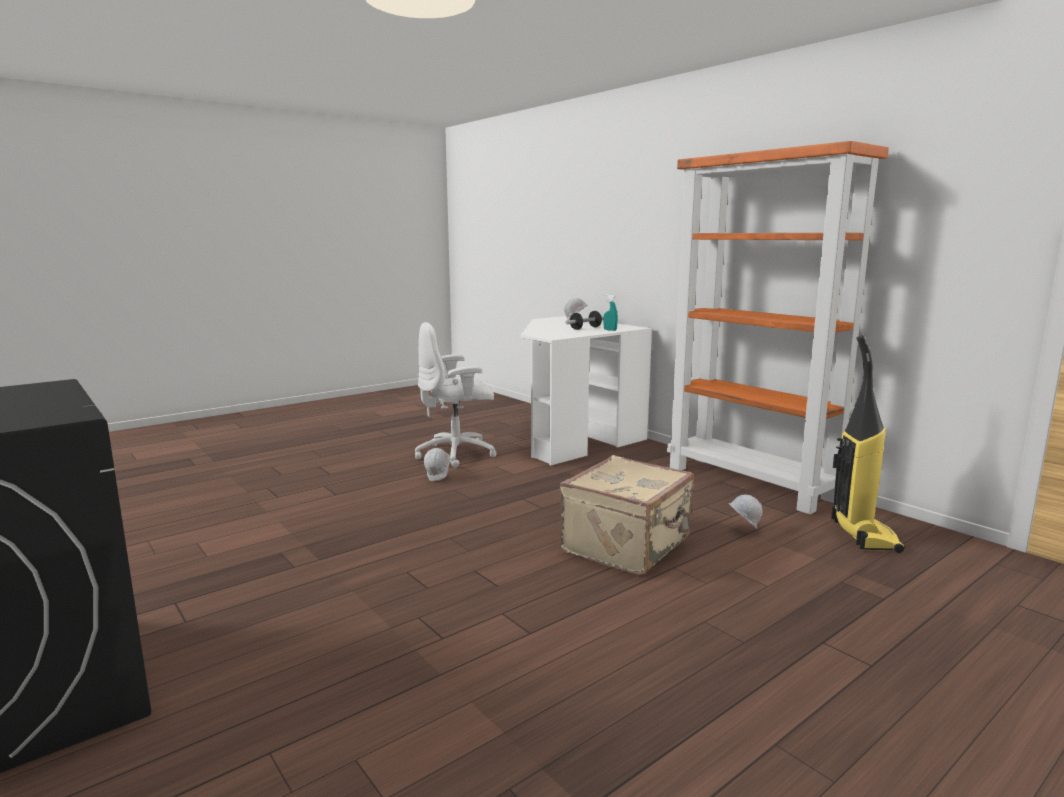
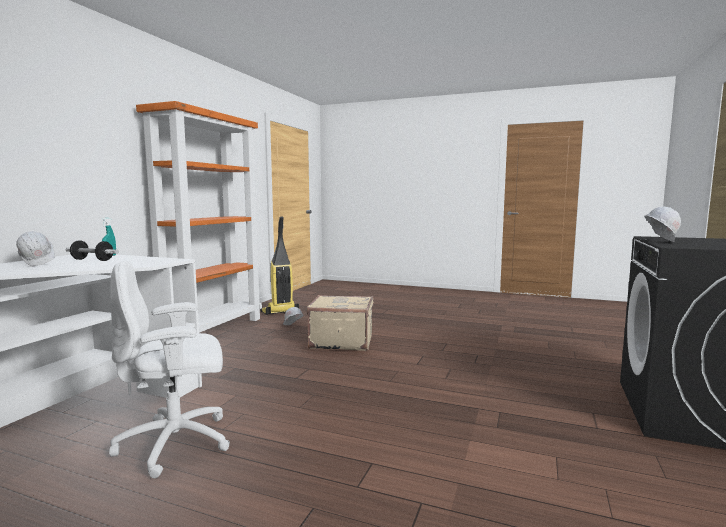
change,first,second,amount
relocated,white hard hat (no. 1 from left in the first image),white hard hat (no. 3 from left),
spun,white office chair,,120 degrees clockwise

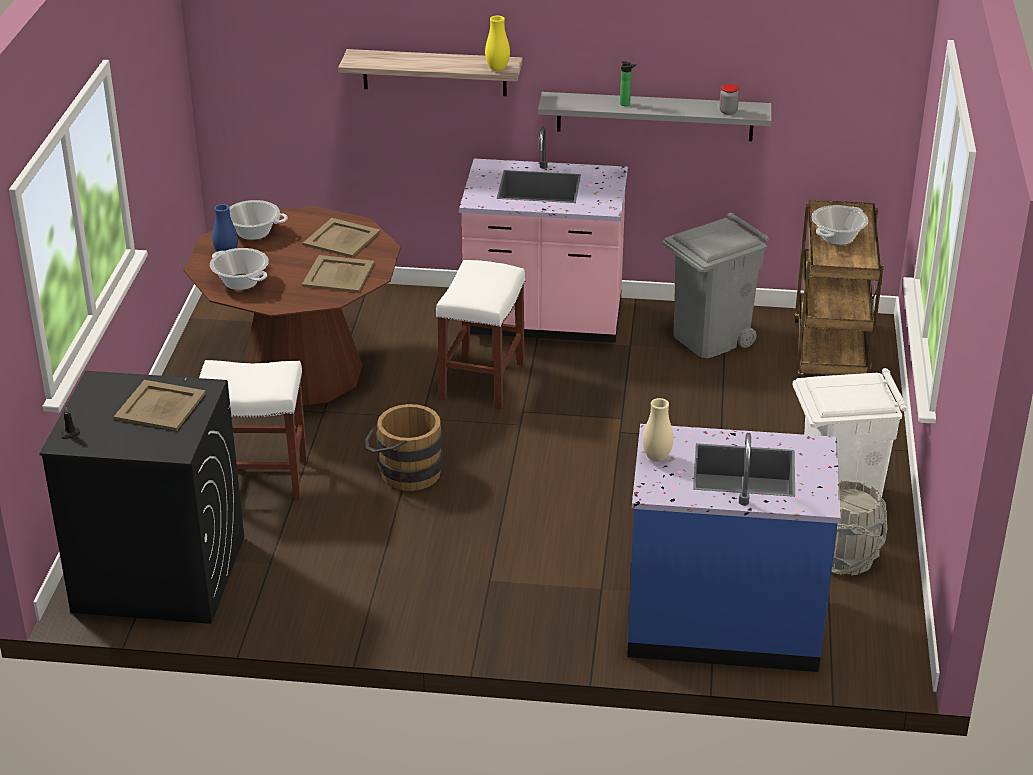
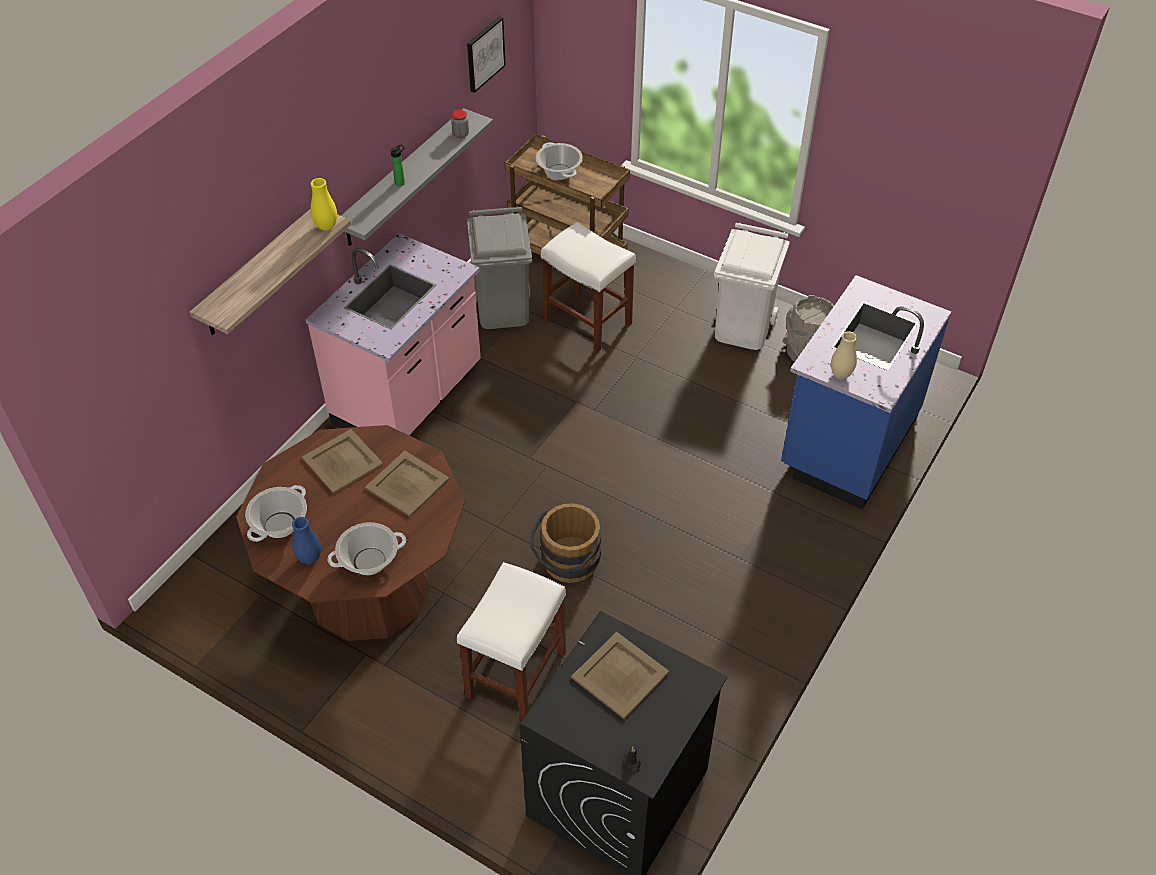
change,first,second,amount
appeared,,picture,
relocated,white stool (no. 2 from left),,

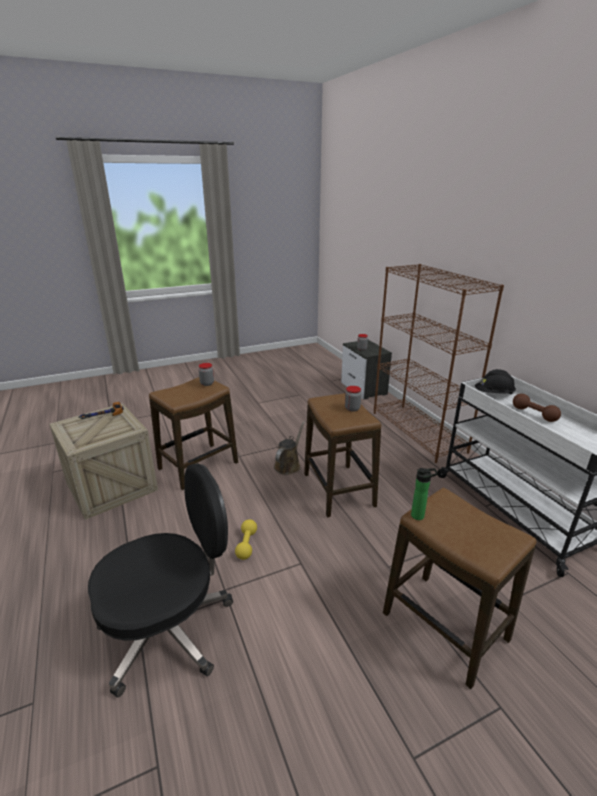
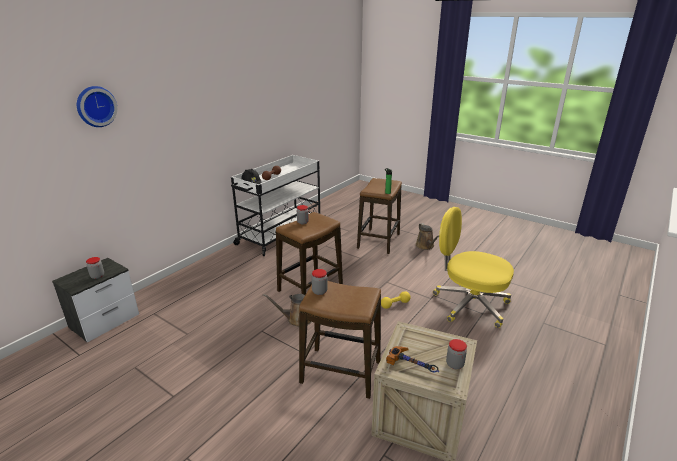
change,first,second,amount
missing,brown bookcase,,
appeared,,wall clock,
appeared,,brown watering can (no. 2 from left),
appeared,,jar (no. 4 from left),
colour,black office chair,yellow office chair,

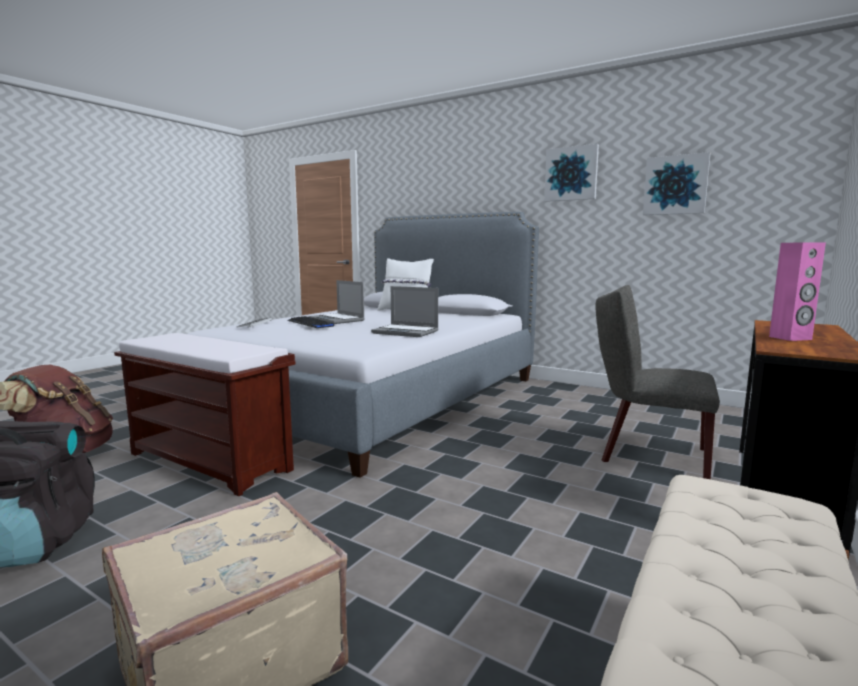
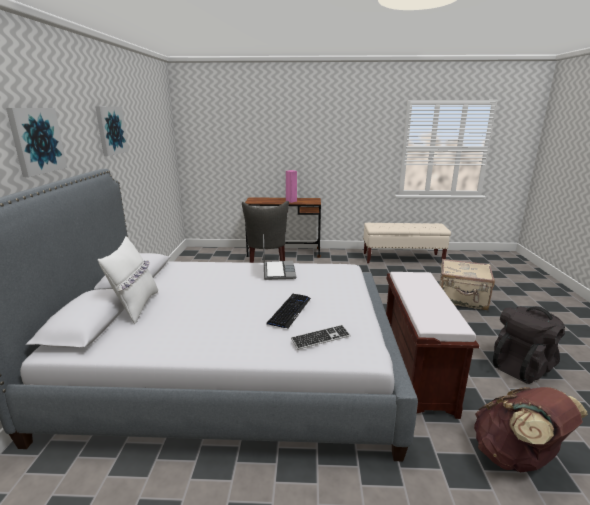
change,first,second,amount
missing,laptop (no. 1 from left),,
relocated,picture (no. 2 from left in the first image),picture (no. 1 from left),

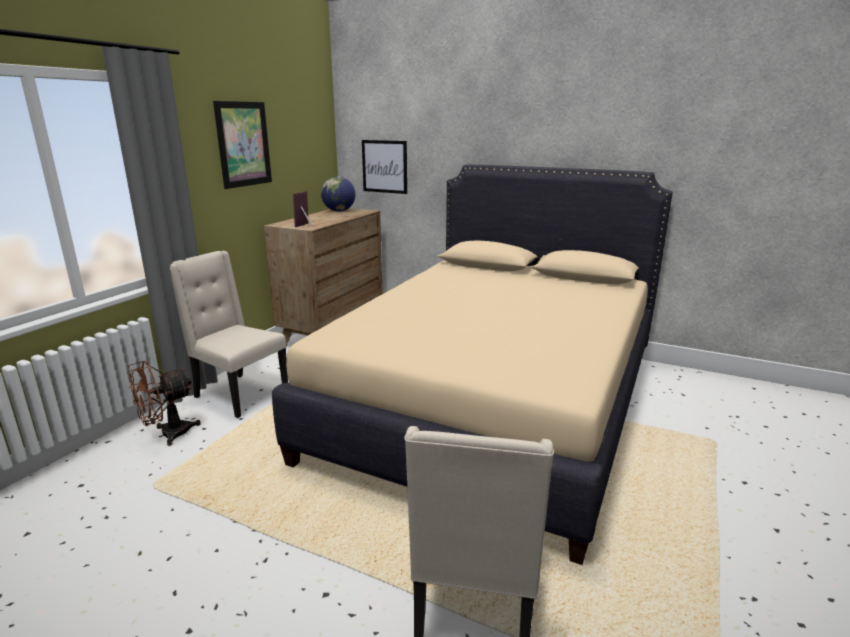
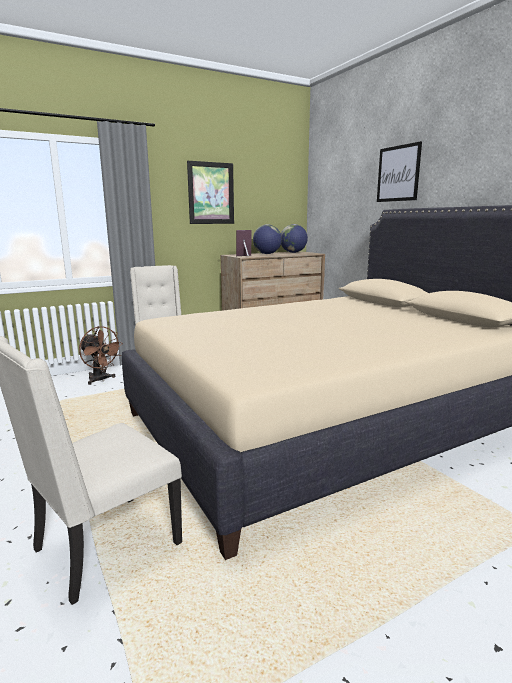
change,first,second,amount
appeared,,globe (no. 1 from left),
relocated,picture (no. 2 from left),,
spun,brown fan,,135 degrees counterclockwise

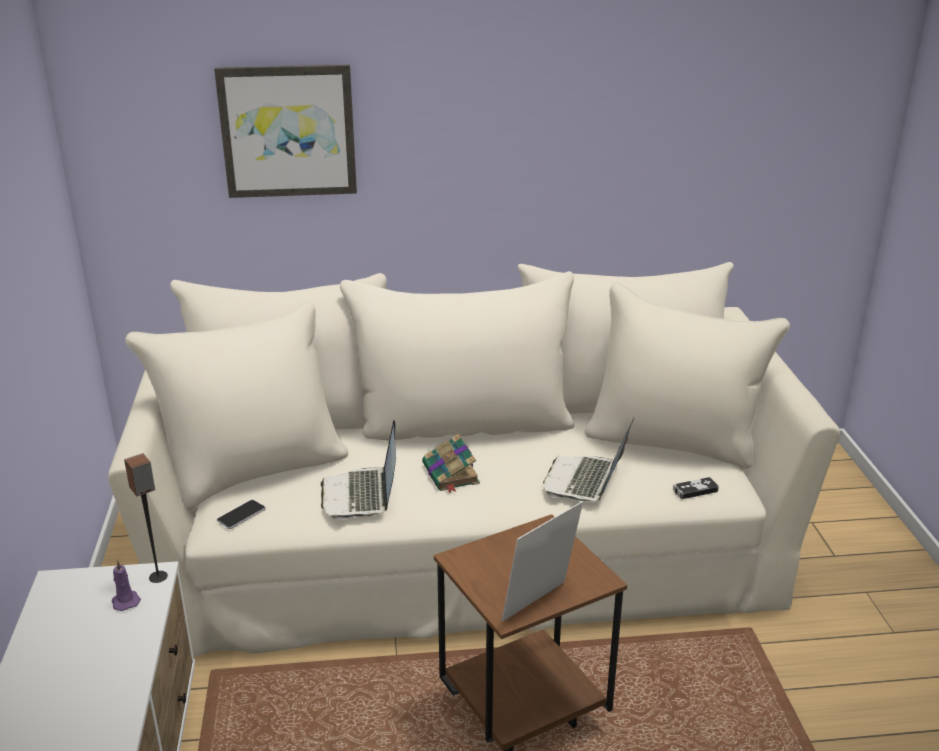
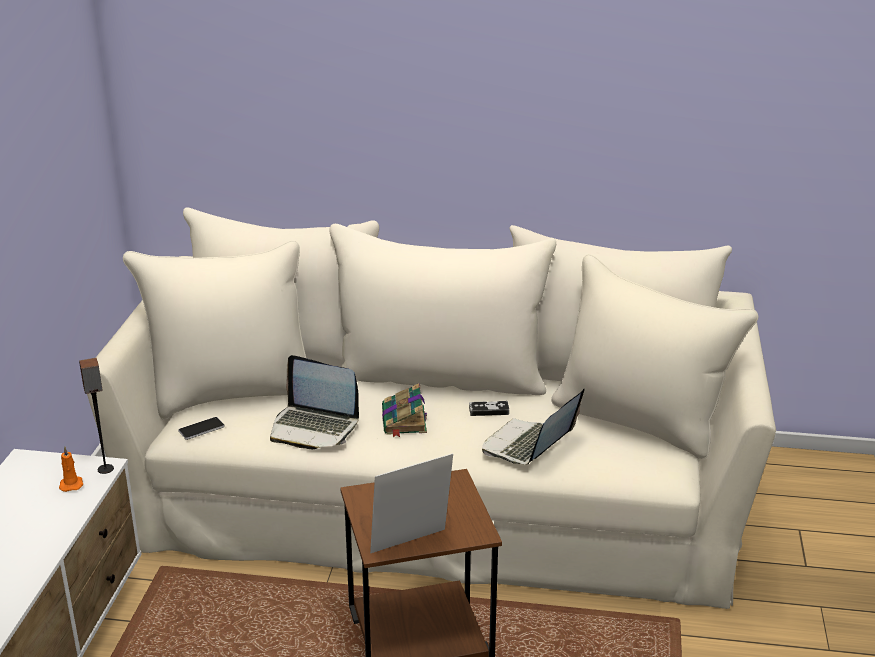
change,first,second,amount
missing,picture,,
relocated,game controller,,
colour,purple candle,orange candle,
spun,laptop (no. 1 from left),,75 degrees counterclockwise

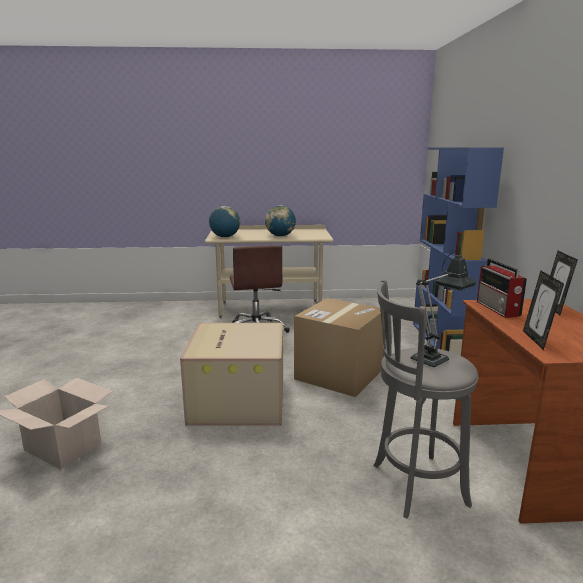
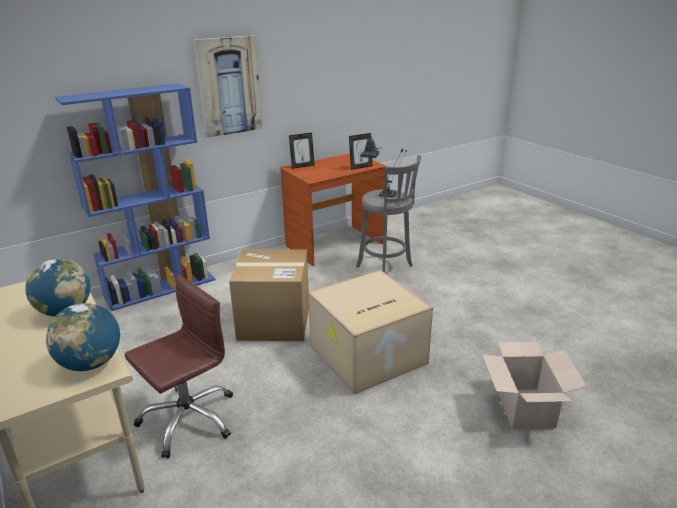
change,first,second,amount
missing,radio,,
appeared,,picture,

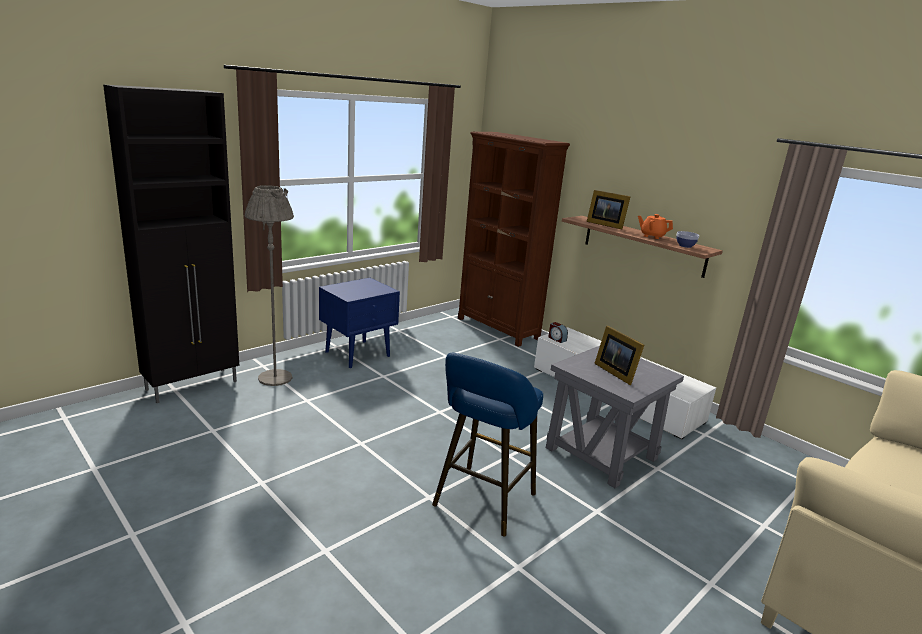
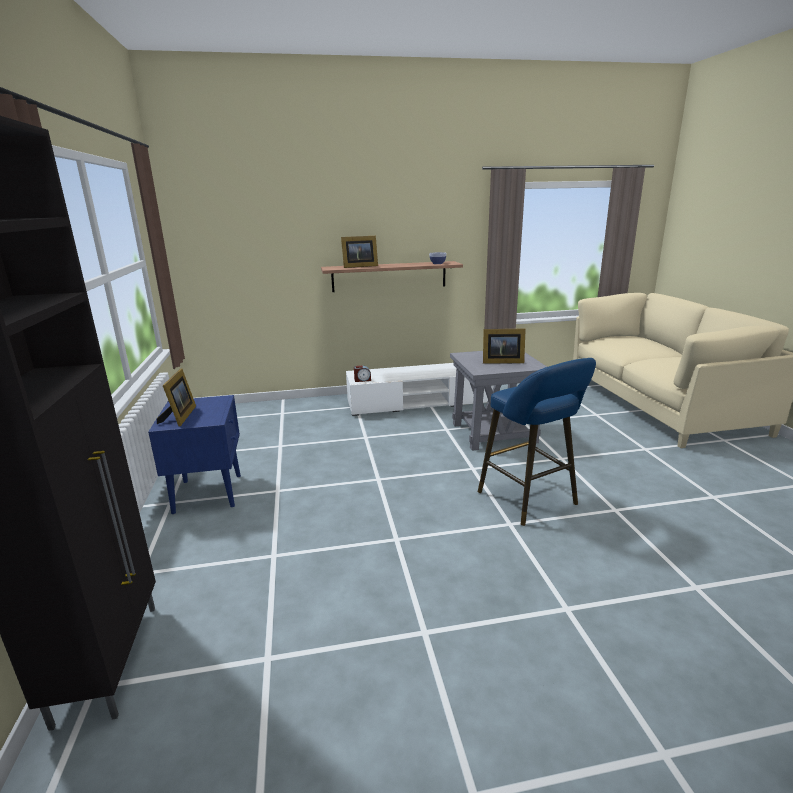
change,first,second,amount
missing,grey floor lamp,,
missing,brown bookcase,,
missing,orange teapot,,
appeared,,picture frame (no. 1 from left),

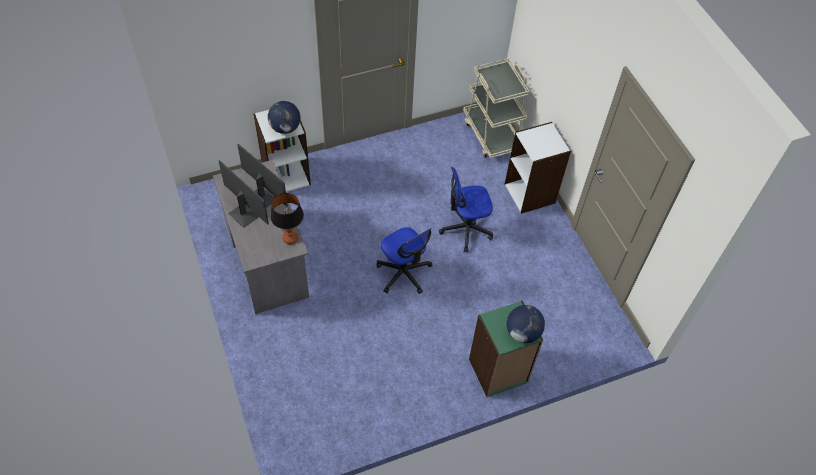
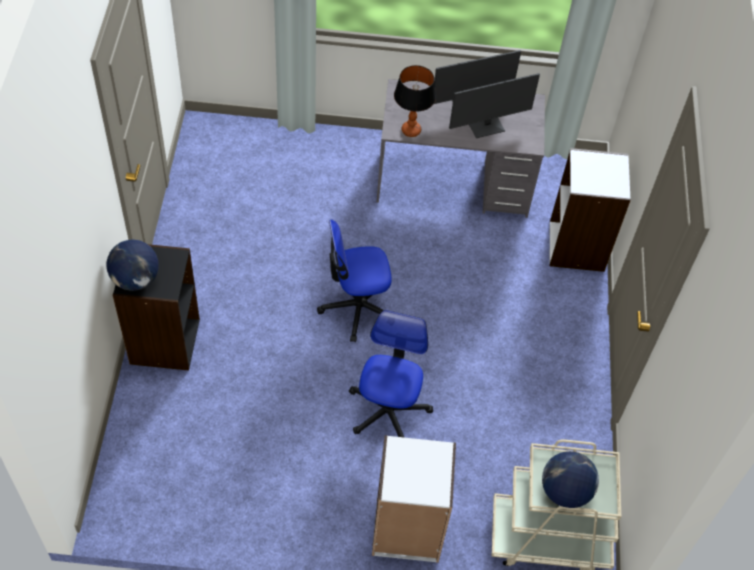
change,first,second,amount
relocated,globe (no. 1 from left in the first image),globe (no. 2 from left),
colour,green bookcase,black bookcase,

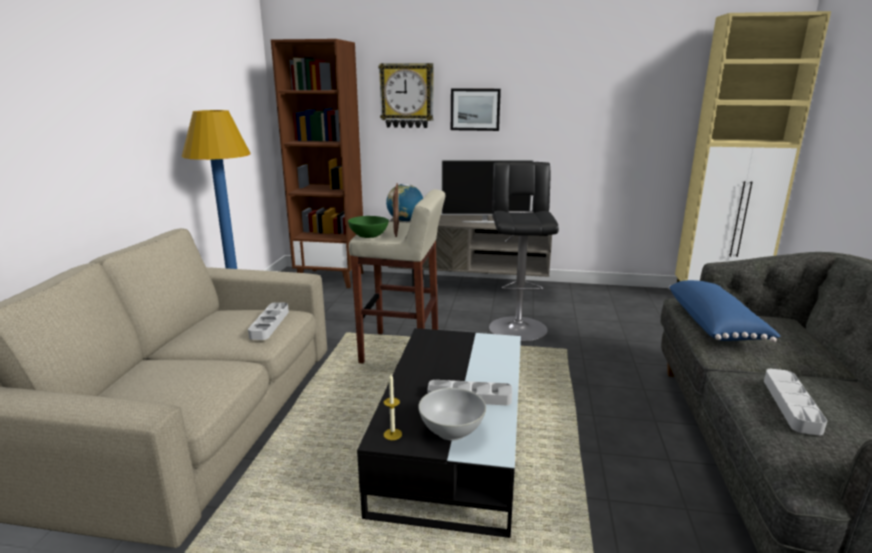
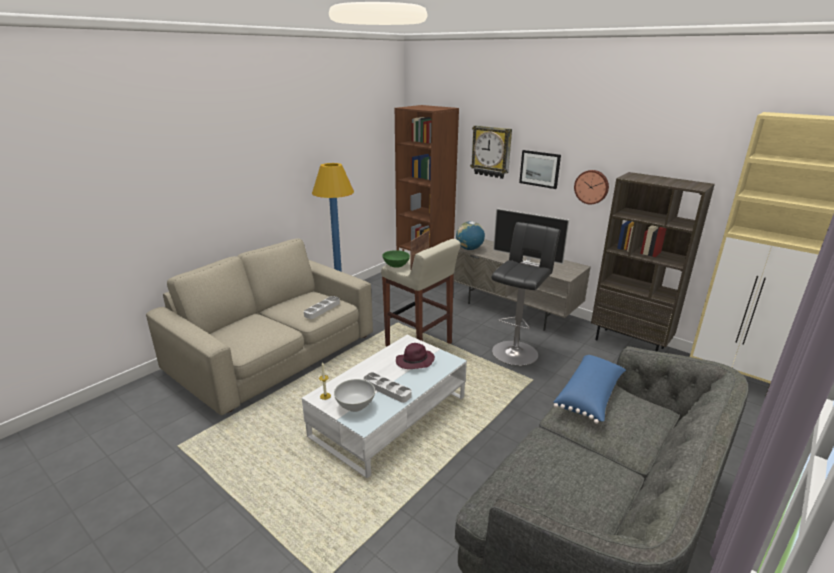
change,first,second,amount
missing,grey tray (no. 3 from left),,
appeared,,purple hat,
appeared,,wall clock (no. 2 from left),
appeared,,brown bookcase (no. 2 from left),
colour,black coffee table,white coffee table,

